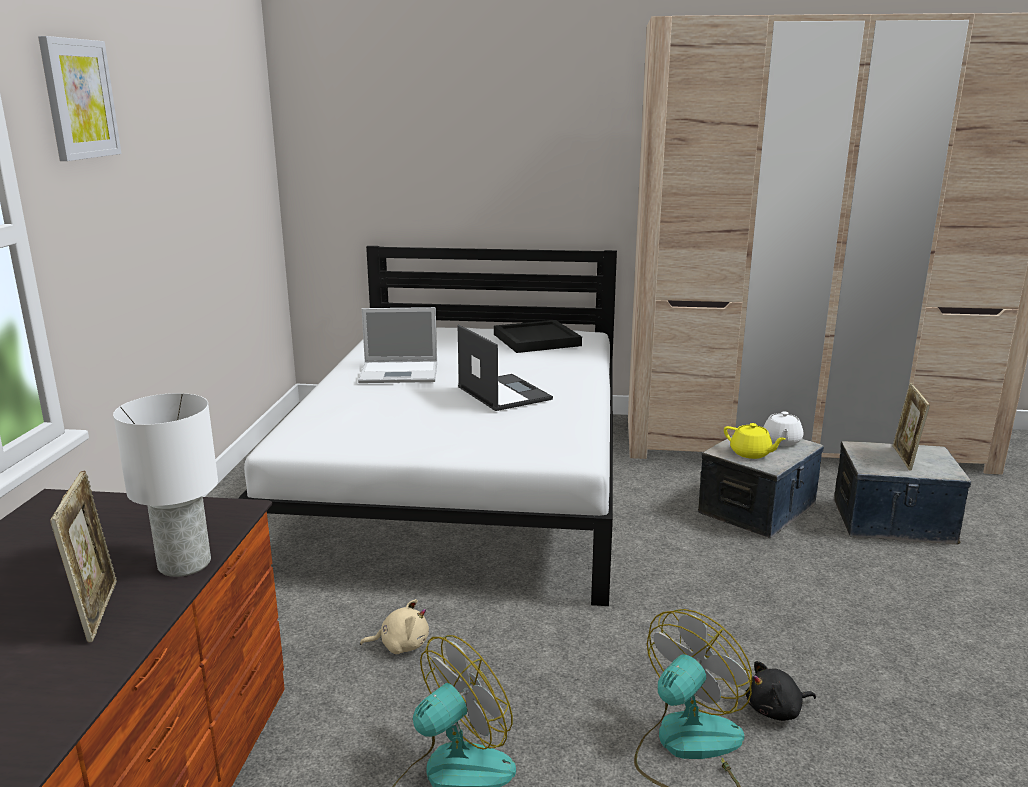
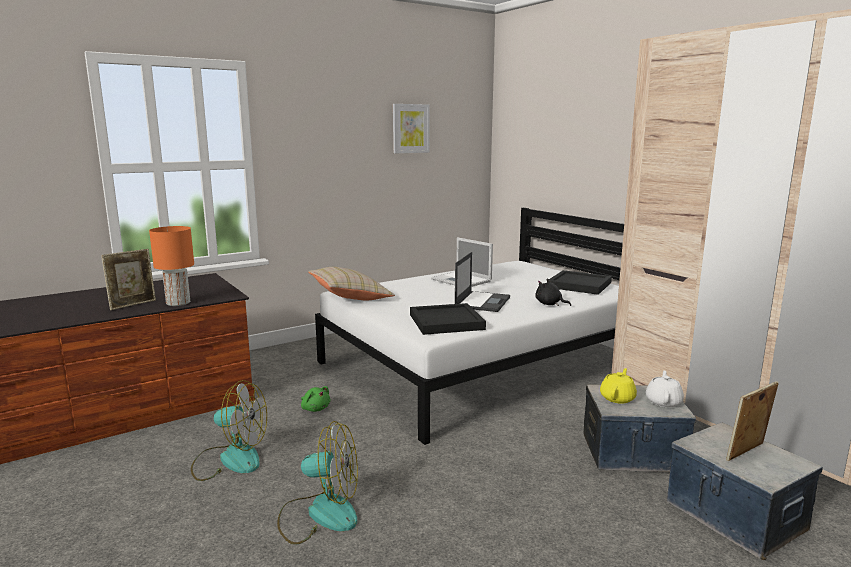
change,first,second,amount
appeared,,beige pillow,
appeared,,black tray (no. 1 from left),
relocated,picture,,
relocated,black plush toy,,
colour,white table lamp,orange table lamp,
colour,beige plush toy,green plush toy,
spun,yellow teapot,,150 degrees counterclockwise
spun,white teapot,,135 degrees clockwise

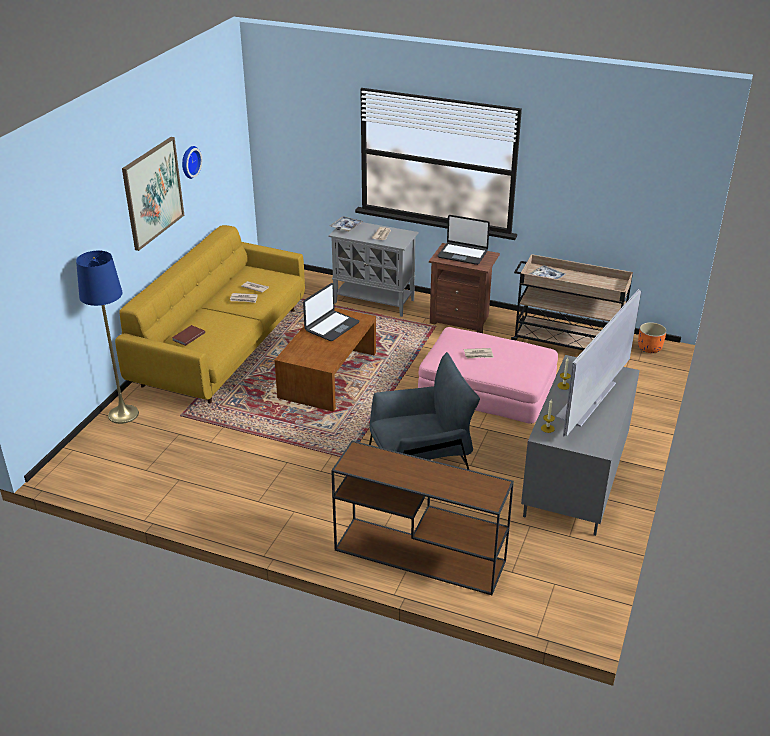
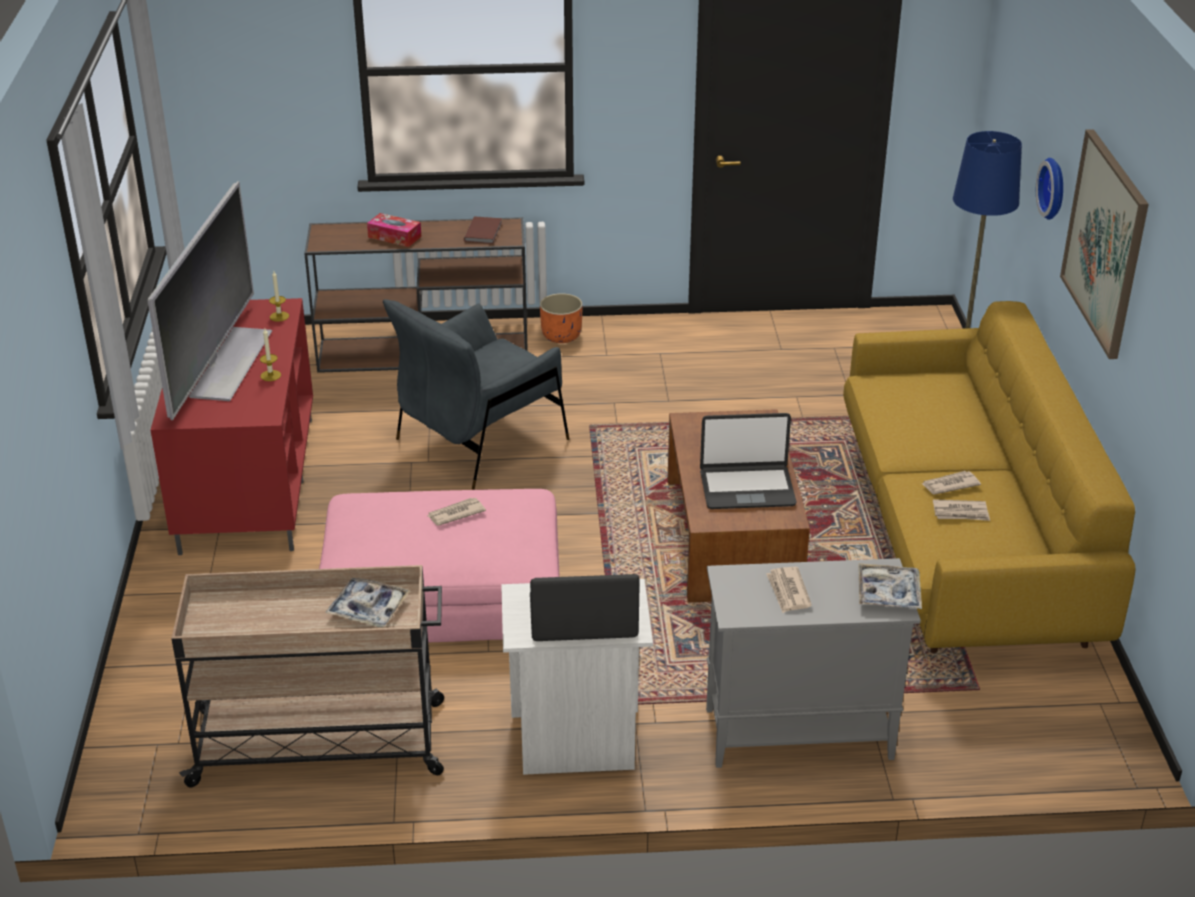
change,first,second,amount
appeared,,tissue box,
relocated,brown book,,
relocated,wall clock,,
relocated,orange planter,,
colour,brown nightstand,white nightstand,
colour,grey tv stand,red tv stand,
spun,laptop (no. 1 from left in the first image),laptop (no. 2 from left),105 degrees counterclockwise

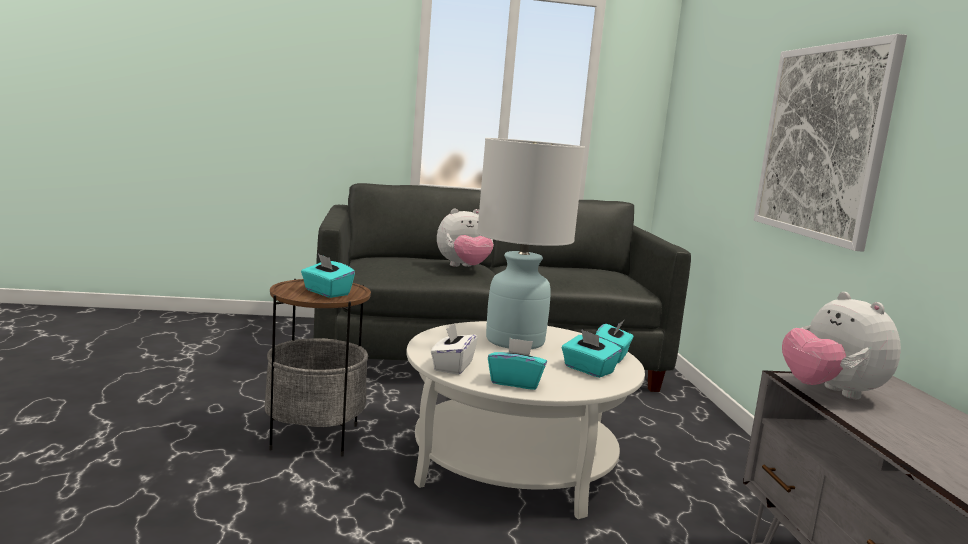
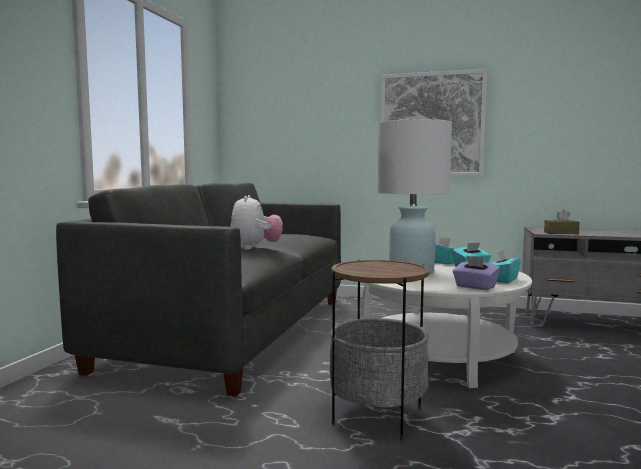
change,first,second,amount
missing,turquoise tissue box (no. 1 from left),,
exchanged,plush toy (no. 2 from left),brown tissue box,
colour,white tissue box,purple tissue box,

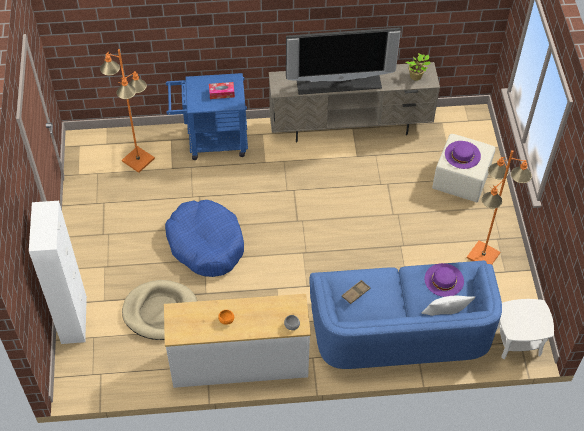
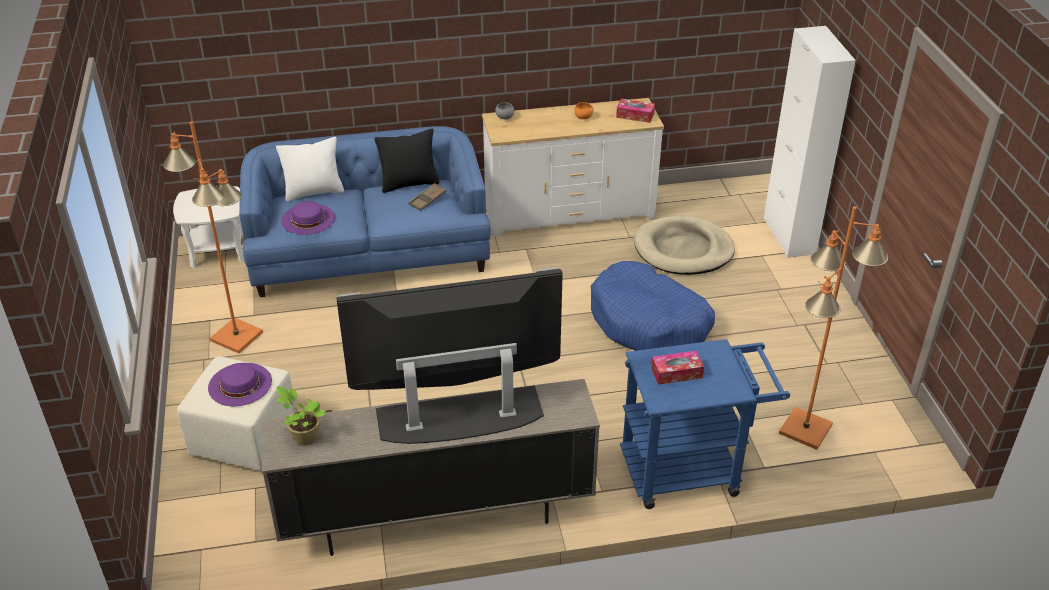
change,first,second,amount
appeared,,black pillow,
appeared,,tissue box (no. 1 from left),

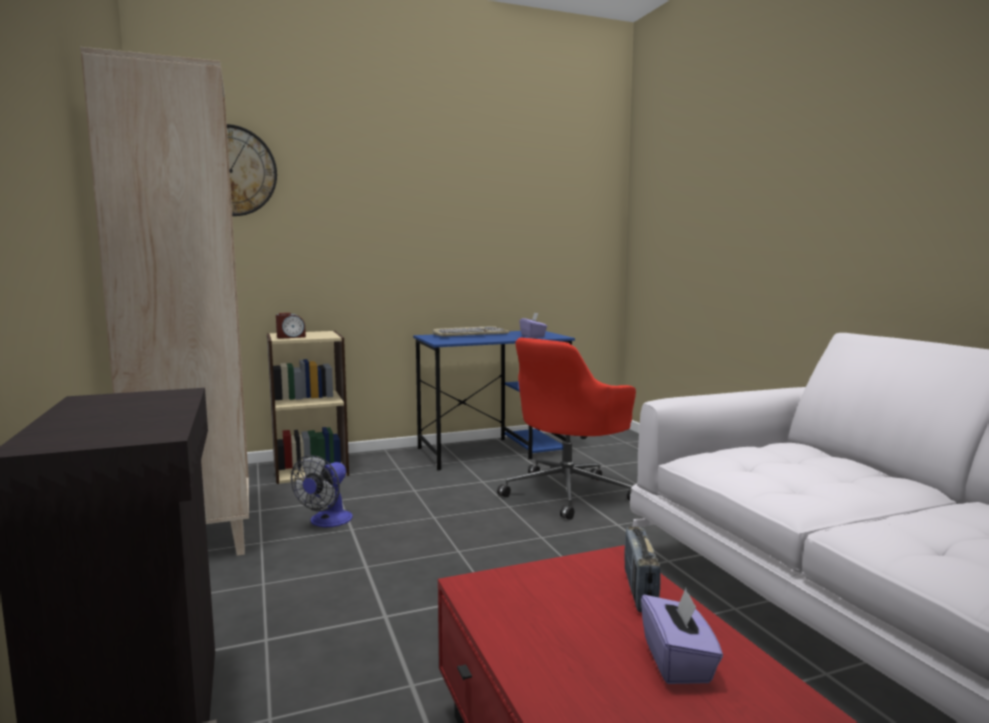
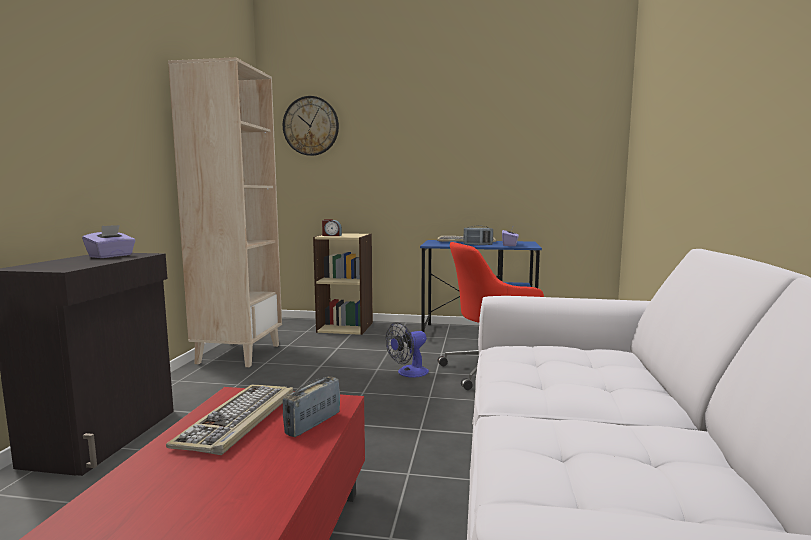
change,first,second,amount
appeared,,keyboard (no. 1 from left),
appeared,,radio (no. 2 from left),
relocated,fan,,
relocated,purple tissue box (no. 2 from left in the first image),purple tissue box (no. 1 from left),

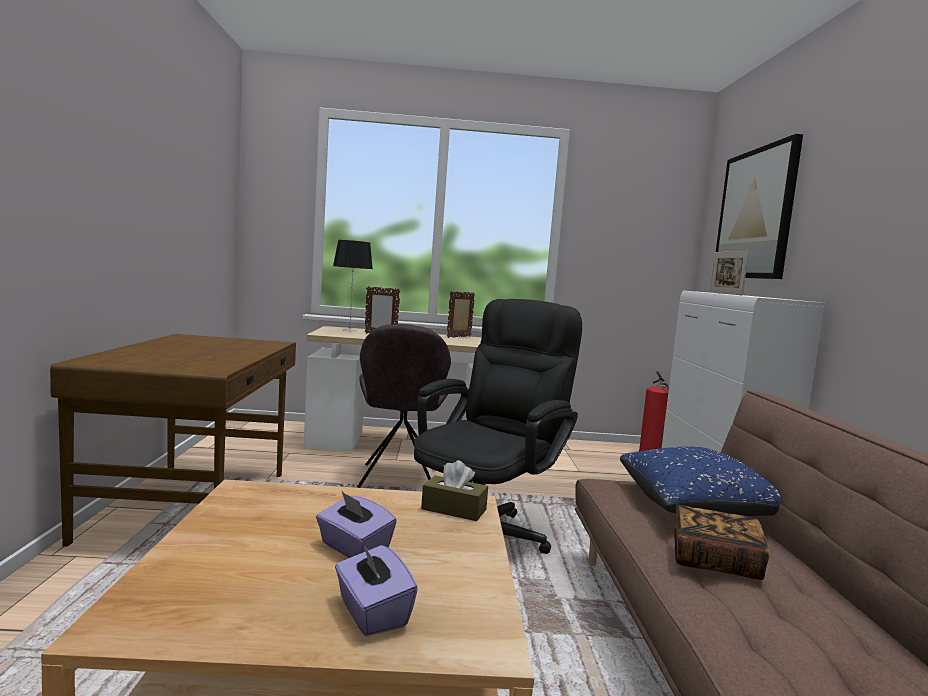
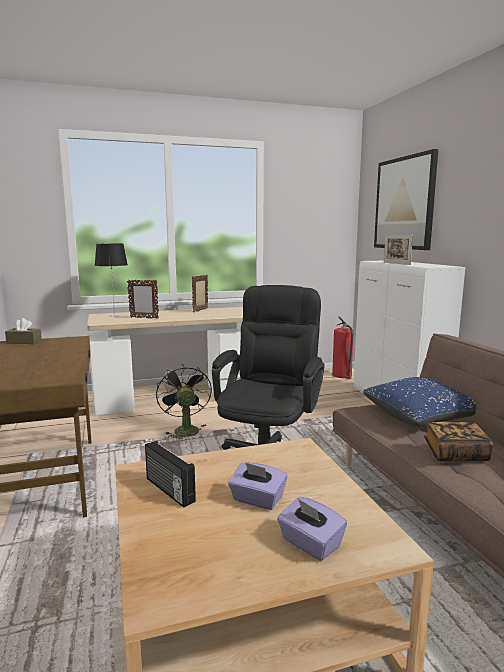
change,first,second,amount
appeared,,radio,
relocated,brown tissue box,,
exchanged,grey chair,black fan,

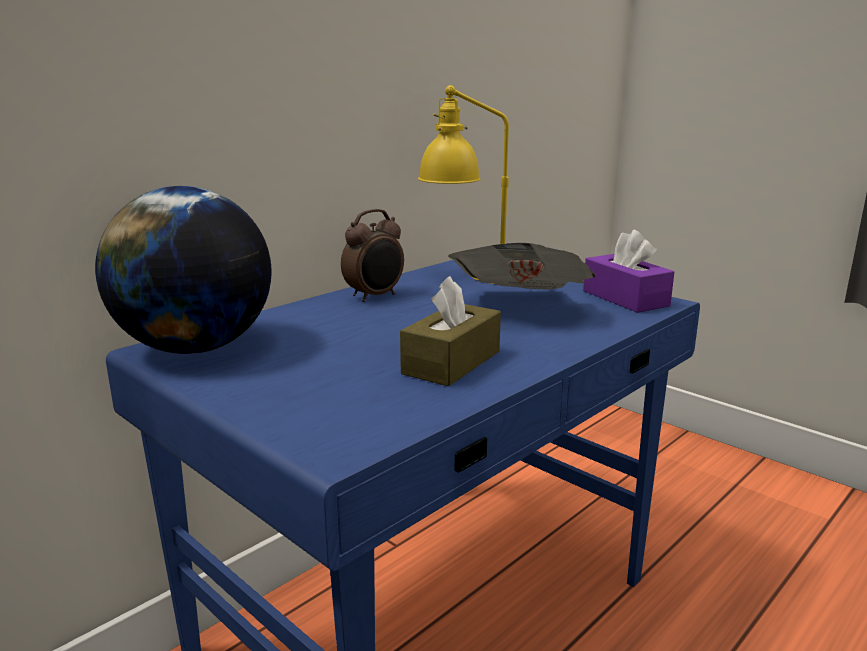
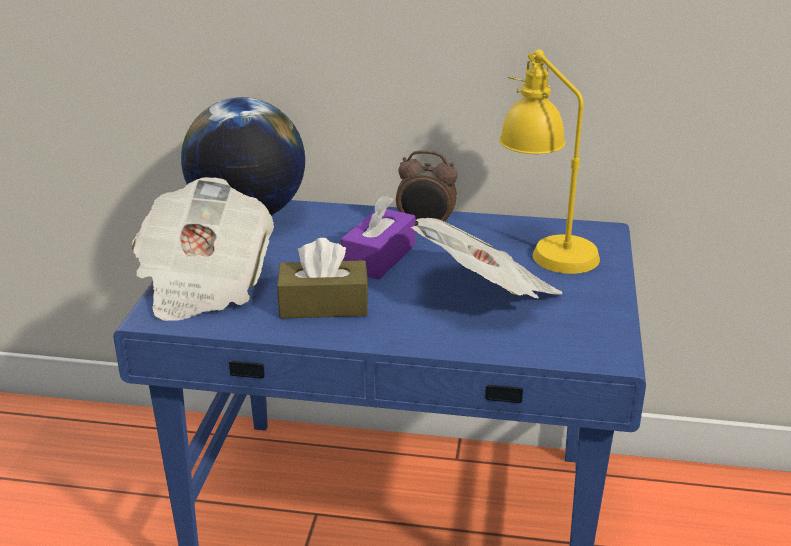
change,first,second,amount
appeared,,newspaper (no. 1 from left),
relocated,purple tissue box,,

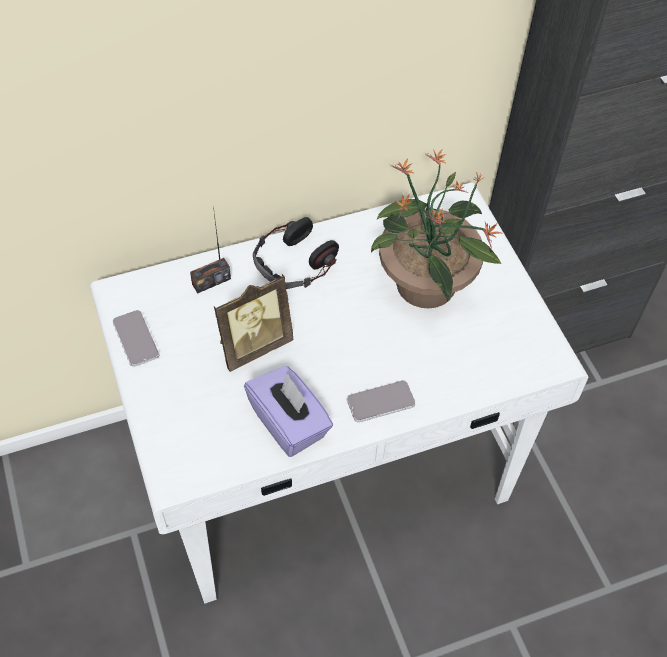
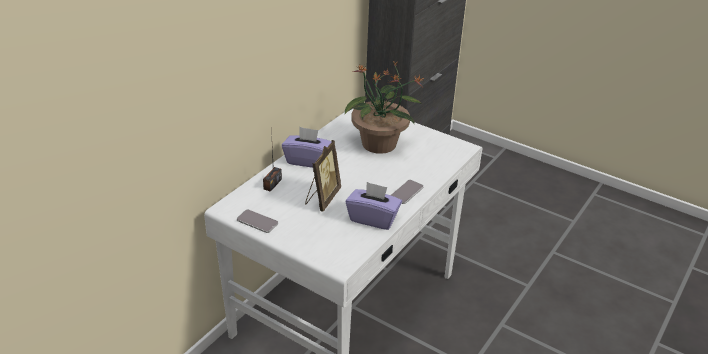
change,first,second,amount
exchanged,headphones,purple tissue box (no. 1 from left),

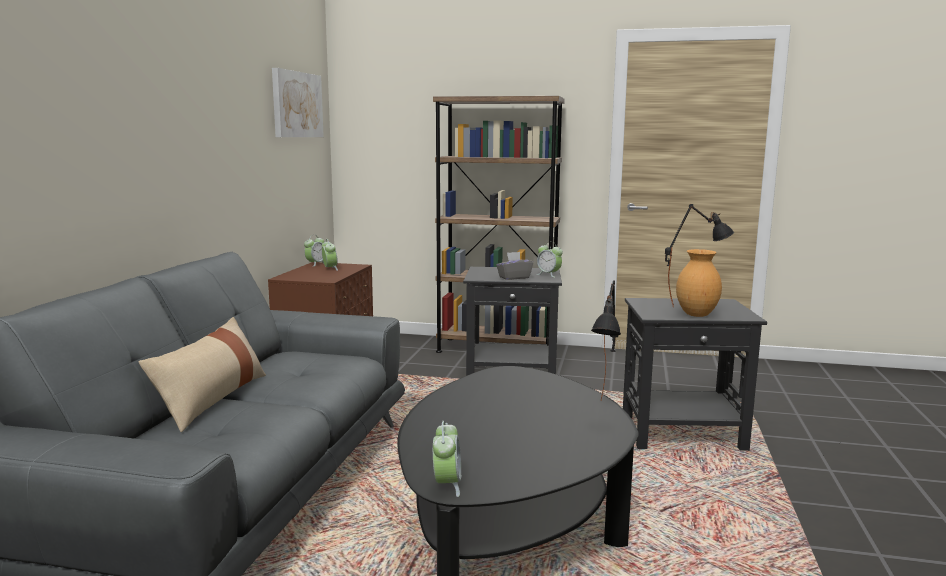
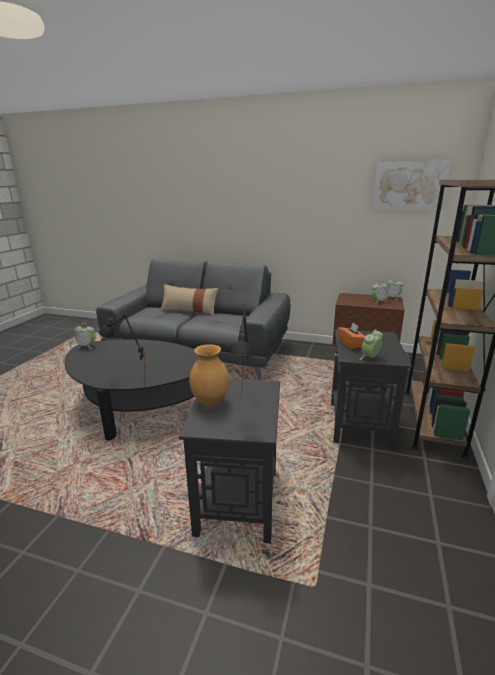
change,first,second,amount
colour,grey tissue box,orange tissue box,

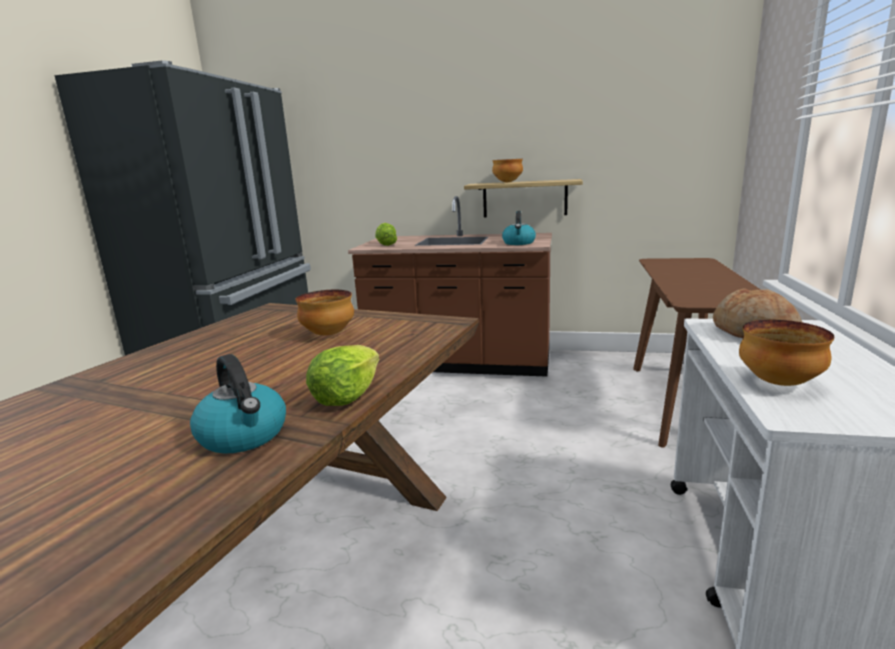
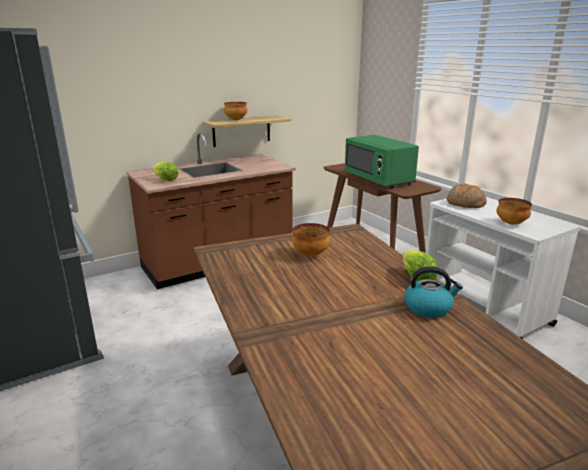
change,first,second,amount
missing,kettle (no. 2 from left),,
appeared,,green microwave,

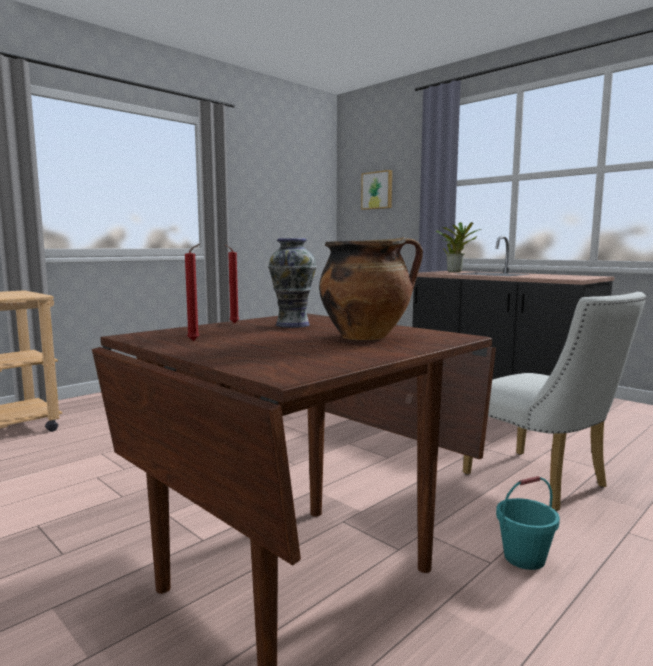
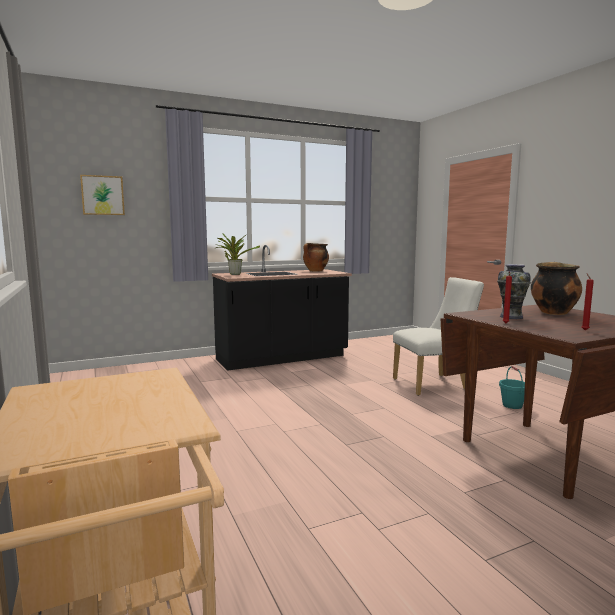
change,first,second,amount
appeared,,cooking pot (no. 1 from left),

